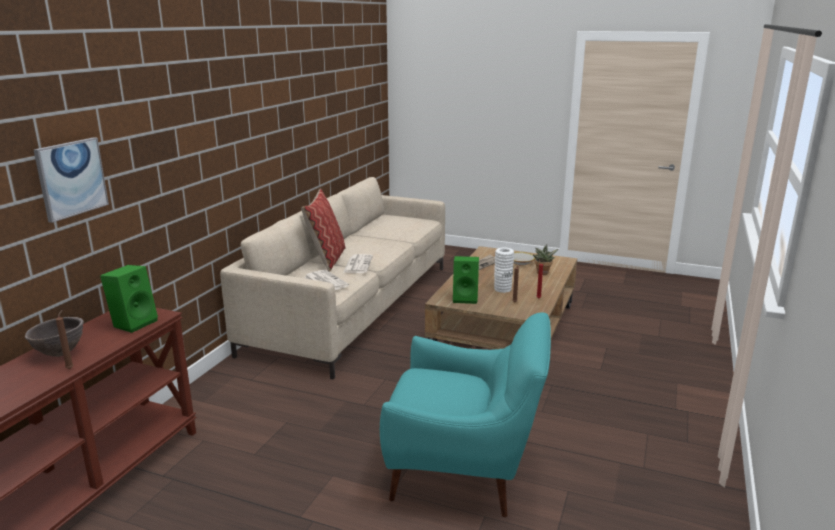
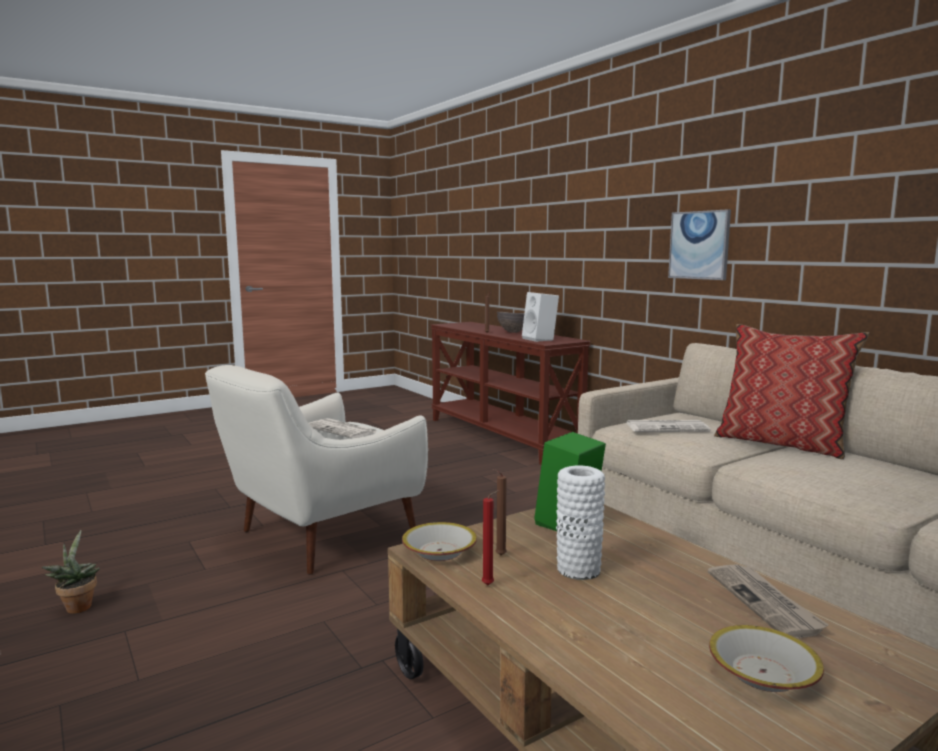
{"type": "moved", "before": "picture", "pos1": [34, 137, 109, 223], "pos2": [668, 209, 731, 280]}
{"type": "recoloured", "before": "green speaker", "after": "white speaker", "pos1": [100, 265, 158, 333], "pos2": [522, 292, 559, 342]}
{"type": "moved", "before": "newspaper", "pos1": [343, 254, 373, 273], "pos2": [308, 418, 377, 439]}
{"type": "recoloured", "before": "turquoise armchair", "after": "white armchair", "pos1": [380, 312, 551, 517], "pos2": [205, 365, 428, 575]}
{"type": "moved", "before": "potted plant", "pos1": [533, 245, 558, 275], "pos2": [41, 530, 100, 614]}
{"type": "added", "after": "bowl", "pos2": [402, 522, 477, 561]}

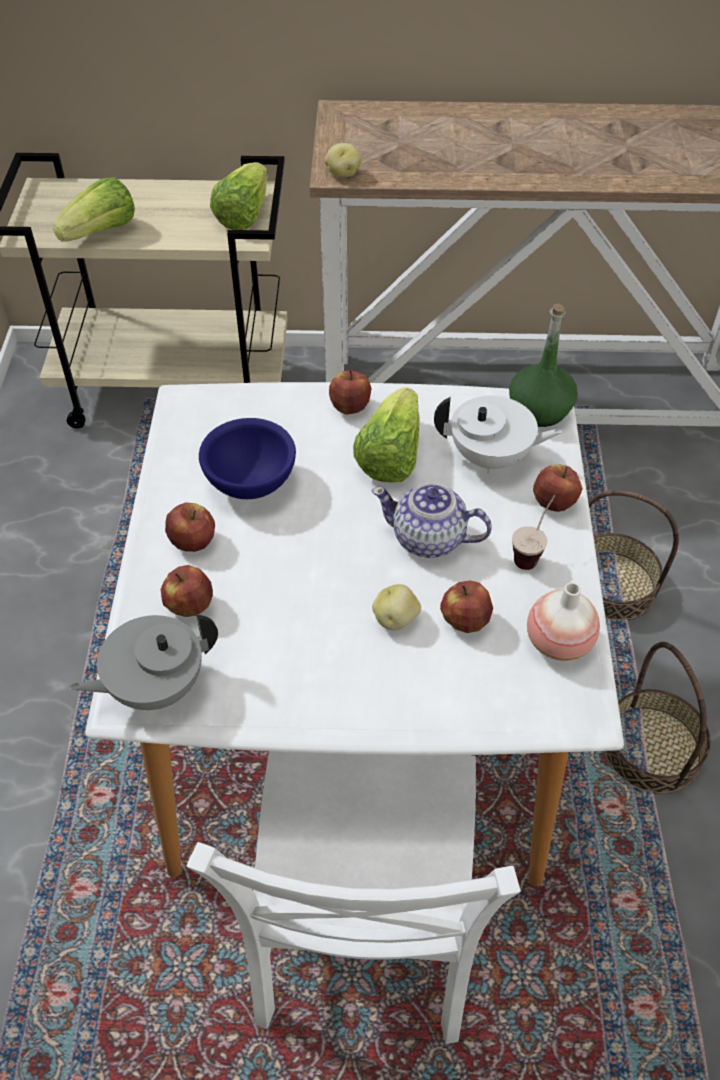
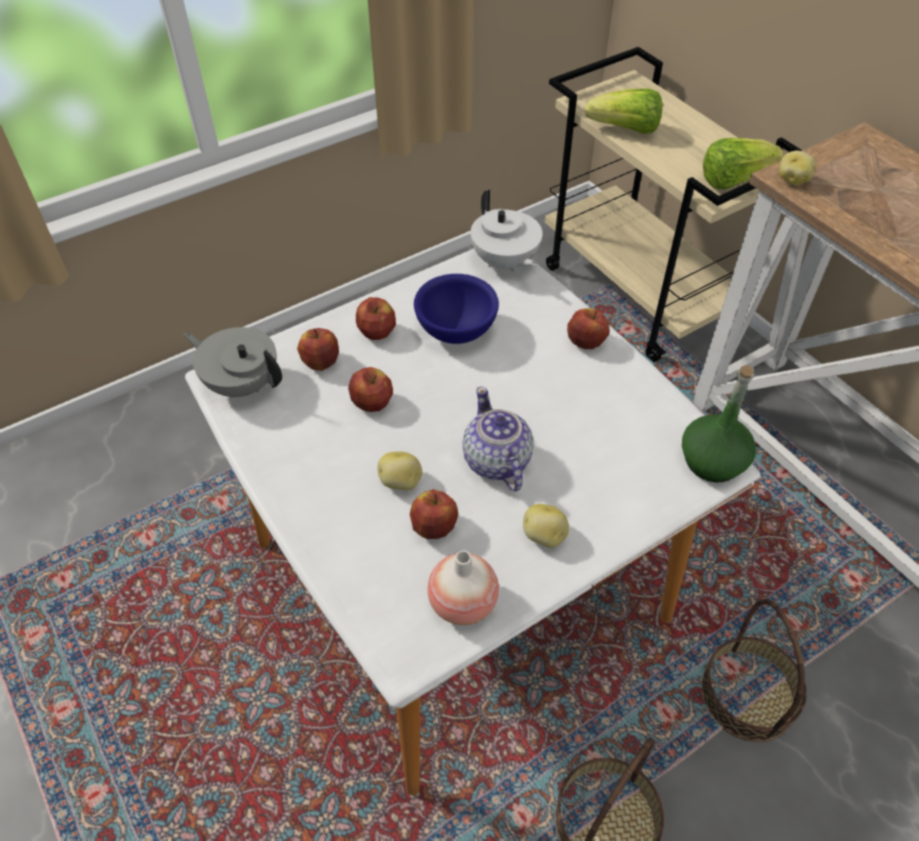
{"type": "removed", "before": "white chair", "pos1": [186, 751, 521, 1044]}
{"type": "removed", "before": "lettuce", "pos1": [353, 387, 420, 483]}
{"type": "moved", "before": "white teapot", "pos1": [434, 396, 563, 473], "pos2": [471, 190, 542, 273]}
{"type": "replaced", "before": "cup", "after": "potato", "pos1": [512, 495, 556, 570], "pos2": [523, 504, 569, 548]}
{"type": "moved", "before": "apple", "pos1": [533, 464, 583, 512], "pos2": [348, 367, 393, 412]}

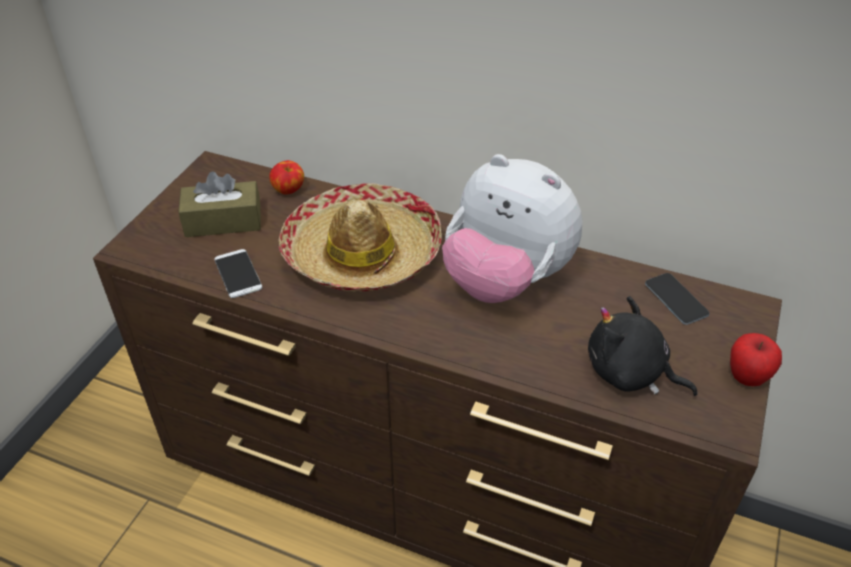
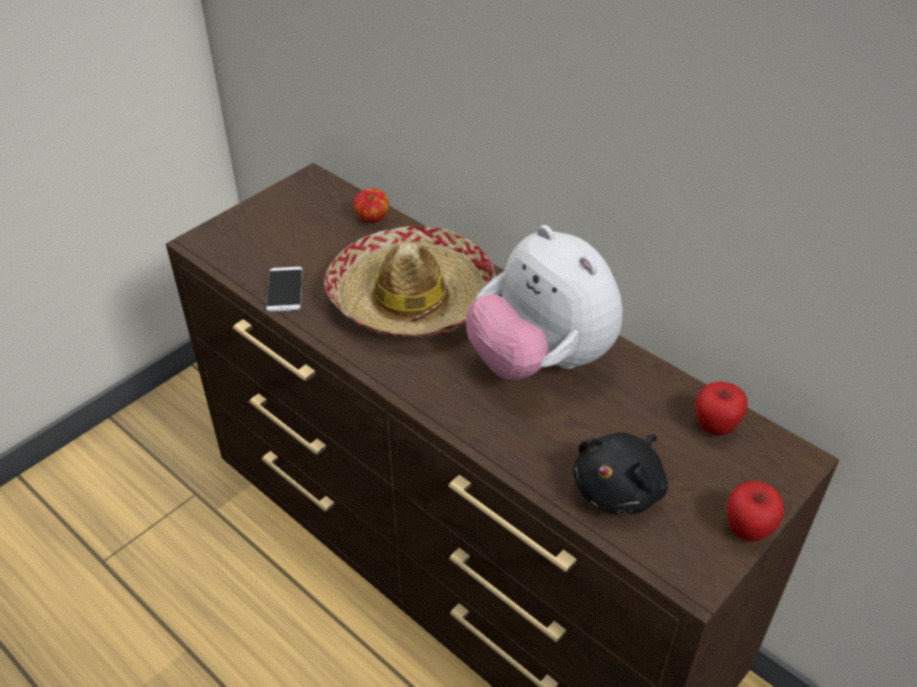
{"type": "removed", "before": "brown tissue box", "pos1": [178, 171, 261, 237]}
{"type": "turned", "before": "black plush toy", "pos1": [588, 296, 698, 396], "pos2": [573, 433, 668, 514], "turn": -105}
{"type": "replaced", "before": "phone", "after": "apple", "pos1": [645, 273, 709, 325], "pos2": [695, 381, 748, 435]}

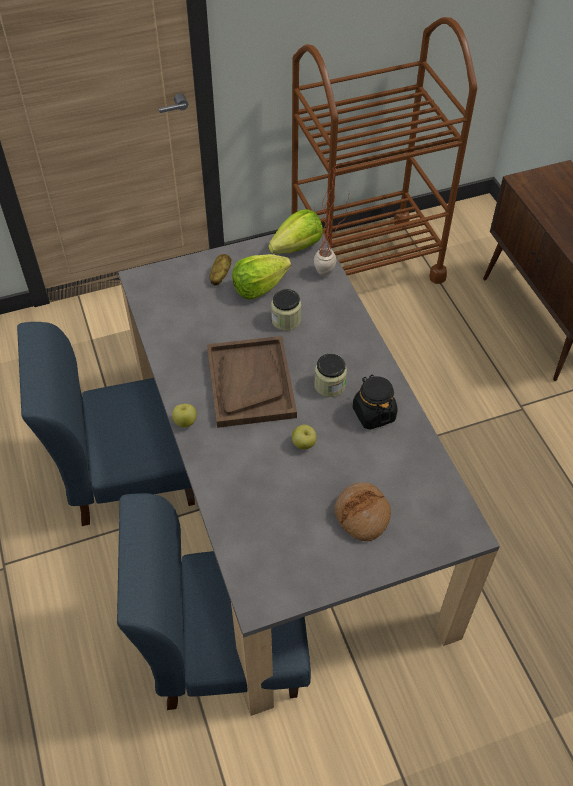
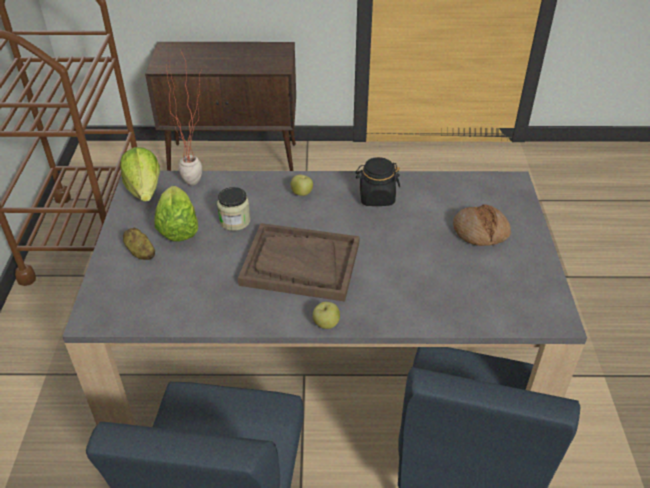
{"type": "moved", "before": "apple", "pos1": [292, 425, 317, 450], "pos2": [291, 175, 313, 196]}
{"type": "removed", "before": "jar", "pos1": [314, 354, 347, 397]}

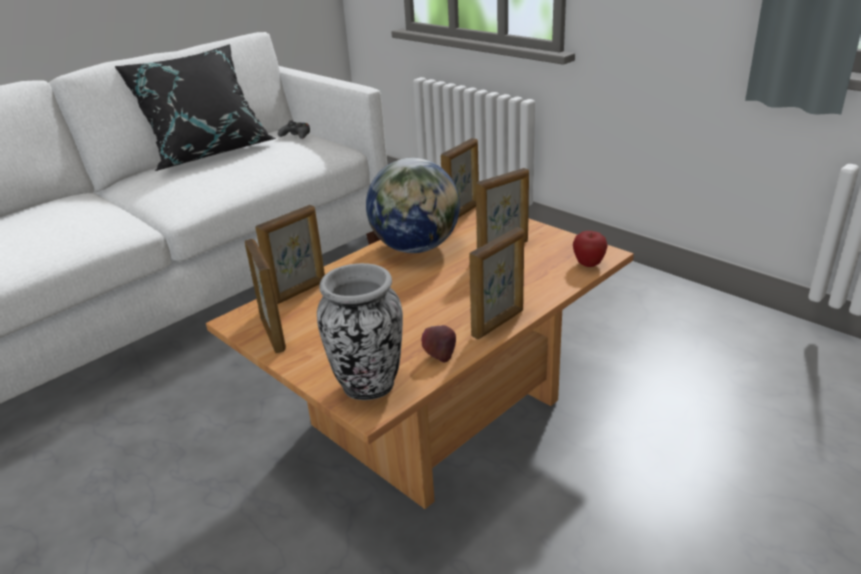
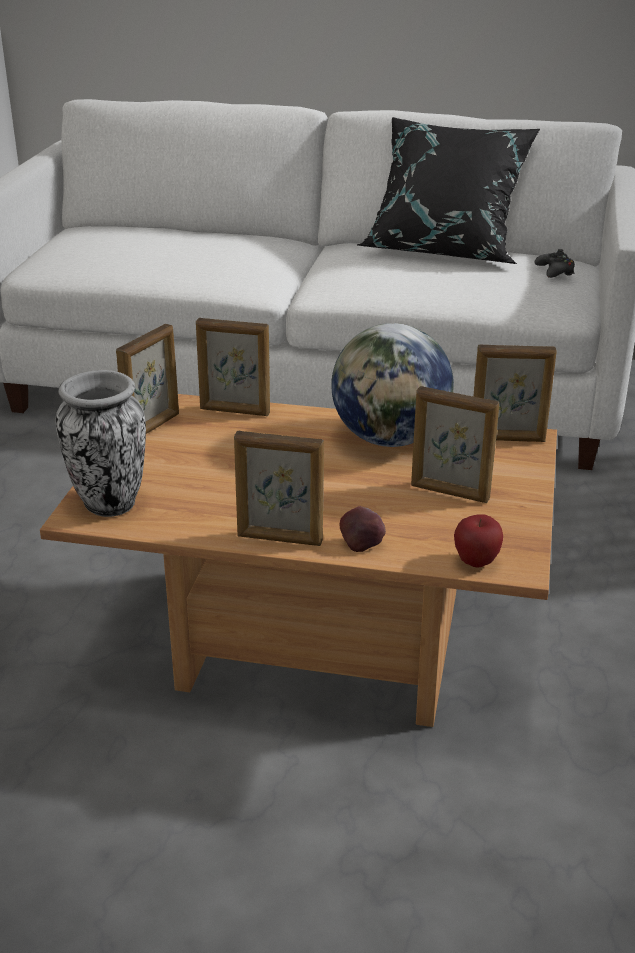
{"type": "moved", "before": "apple", "pos1": [421, 325, 456, 363], "pos2": [339, 506, 386, 552]}

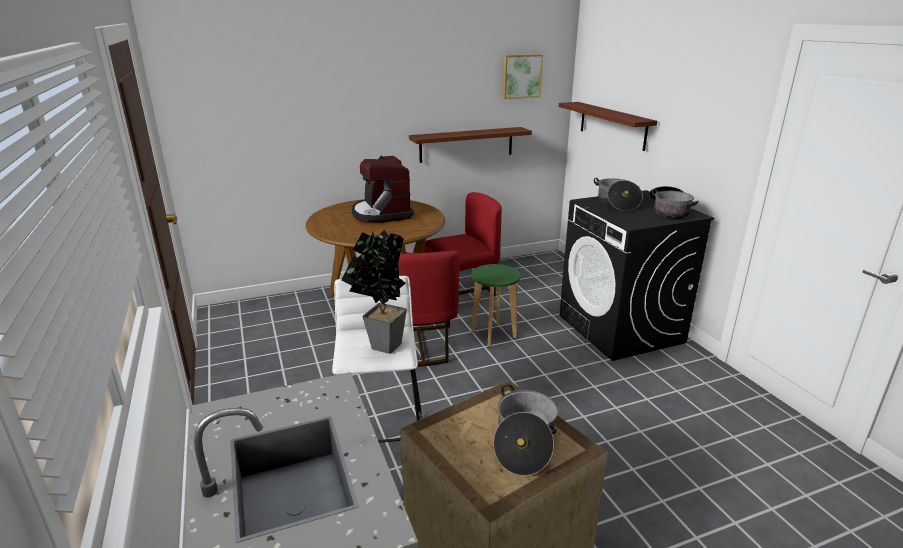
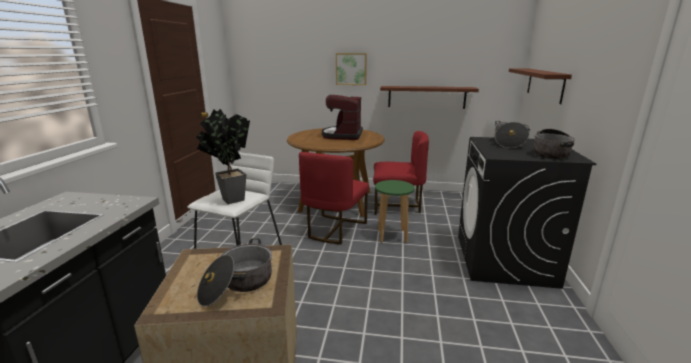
{"type": "moved", "before": "picture", "pos1": [502, 54, 543, 99], "pos2": [336, 53, 367, 85]}

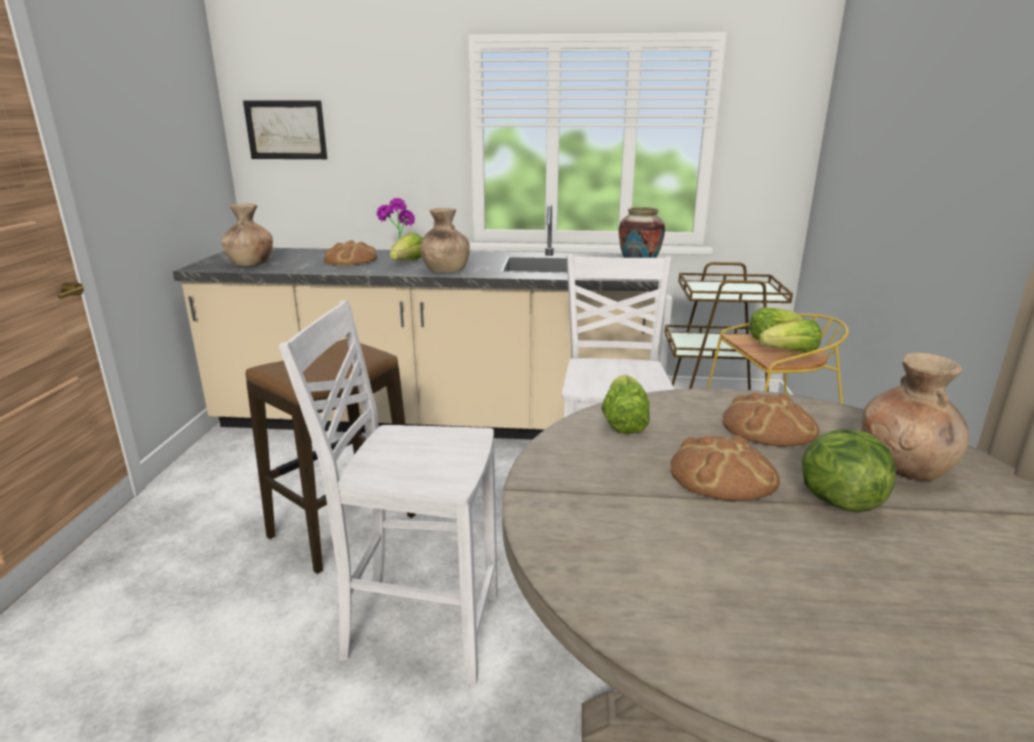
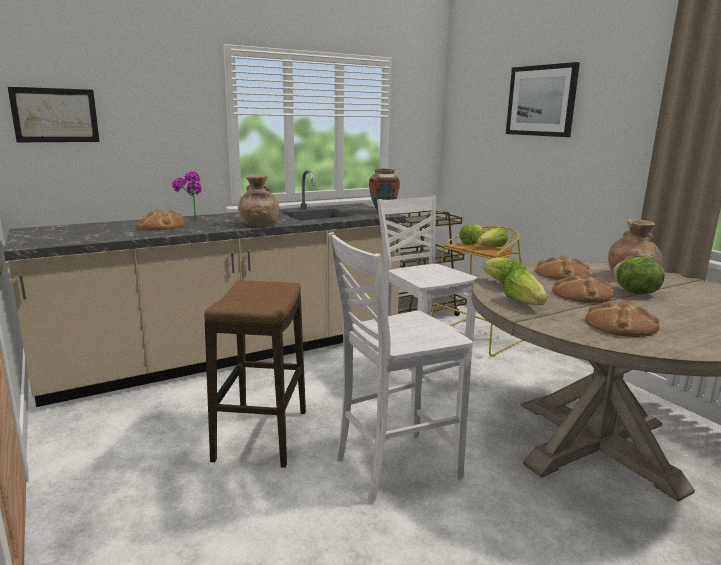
{"type": "removed", "before": "brown vase", "pos1": [221, 203, 273, 266]}
{"type": "moved", "before": "lettuce", "pos1": [390, 232, 423, 260], "pos2": [503, 269, 547, 305]}
{"type": "added", "after": "picture", "pos2": [506, 62, 580, 137]}
{"type": "added", "after": "bread", "pos2": [585, 300, 660, 337]}

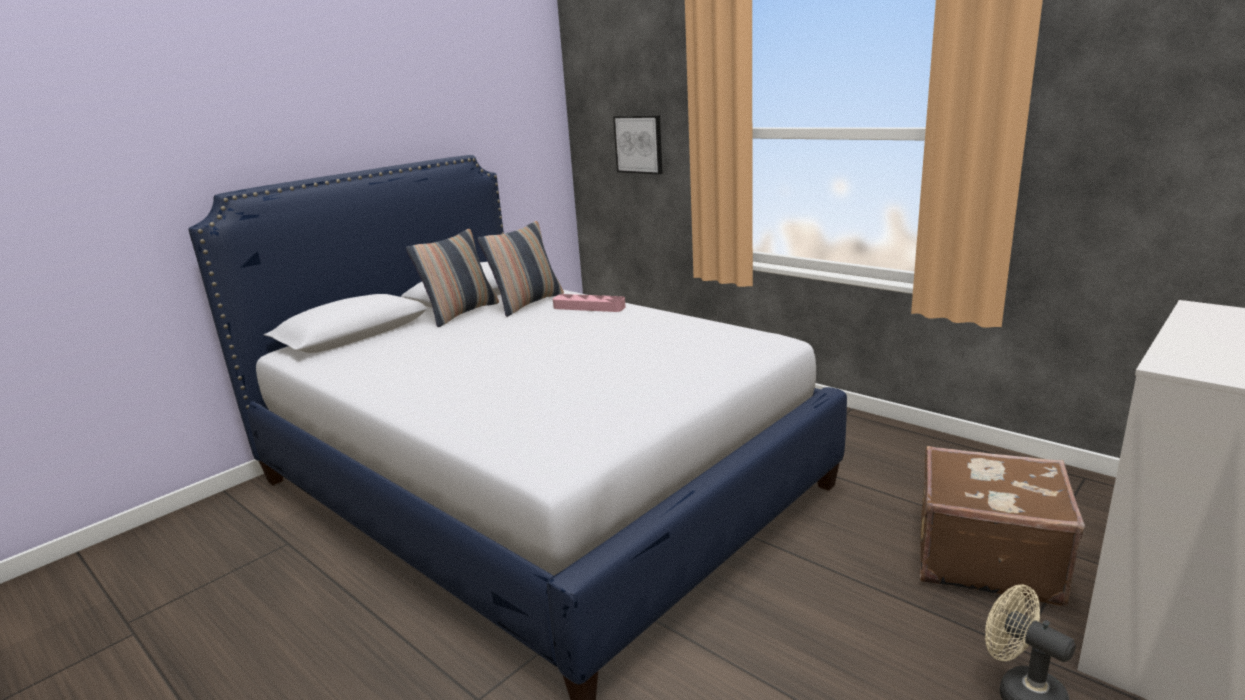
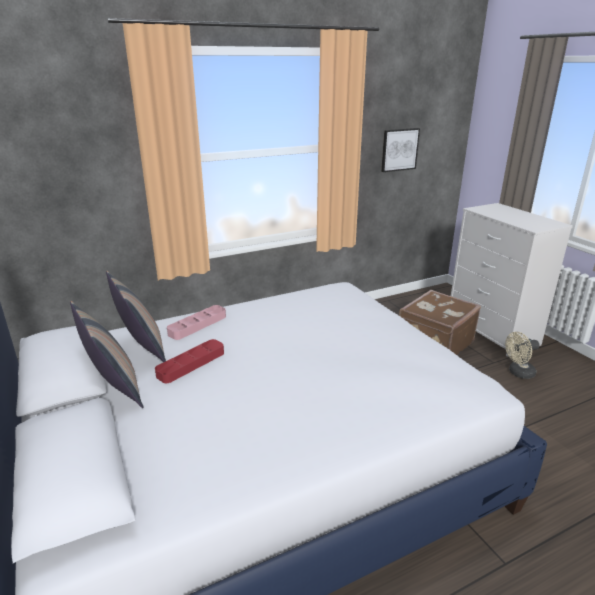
{"type": "moved", "before": "picture", "pos1": [613, 115, 663, 174], "pos2": [381, 128, 420, 172]}
{"type": "added", "after": "red tray", "pos2": [155, 339, 224, 383]}

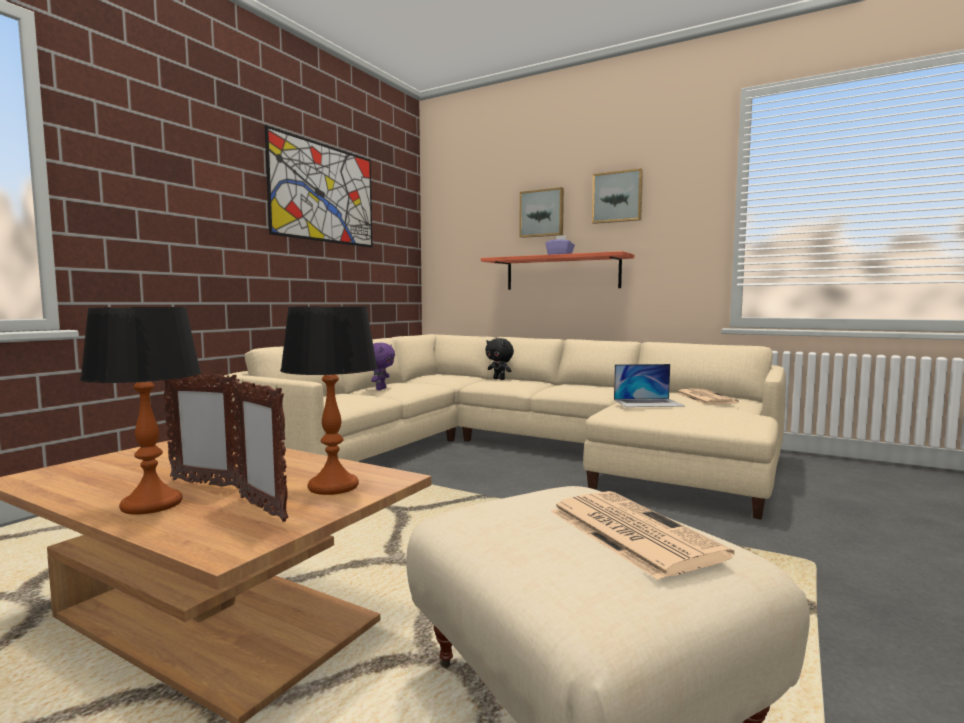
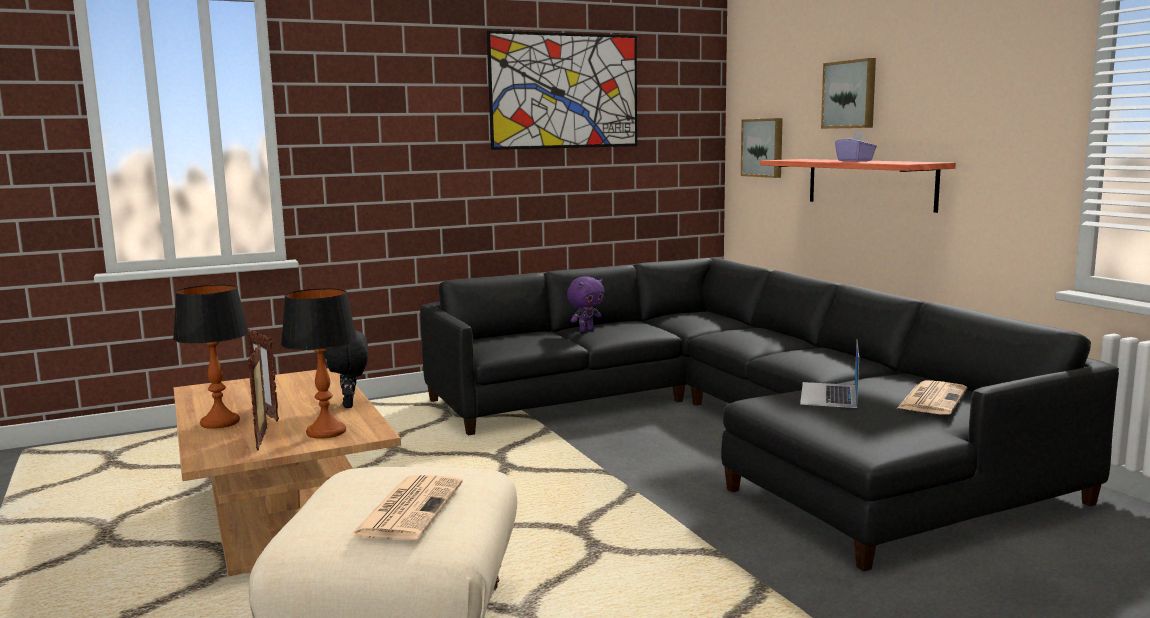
{"type": "recoloured", "before": "beige sofa", "after": "black sofa", "pos1": [224, 334, 786, 520], "pos2": [420, 258, 1119, 571]}
{"type": "moved", "before": "black plush toy", "pos1": [485, 338, 514, 380], "pos2": [324, 330, 368, 408]}
{"type": "moved", "before": "picture", "pos1": [592, 168, 643, 224], "pos2": [741, 118, 783, 178]}
{"type": "turned", "before": "laptop", "pos1": [614, 364, 685, 407], "pos2": [800, 341, 859, 408], "turn": 75}

